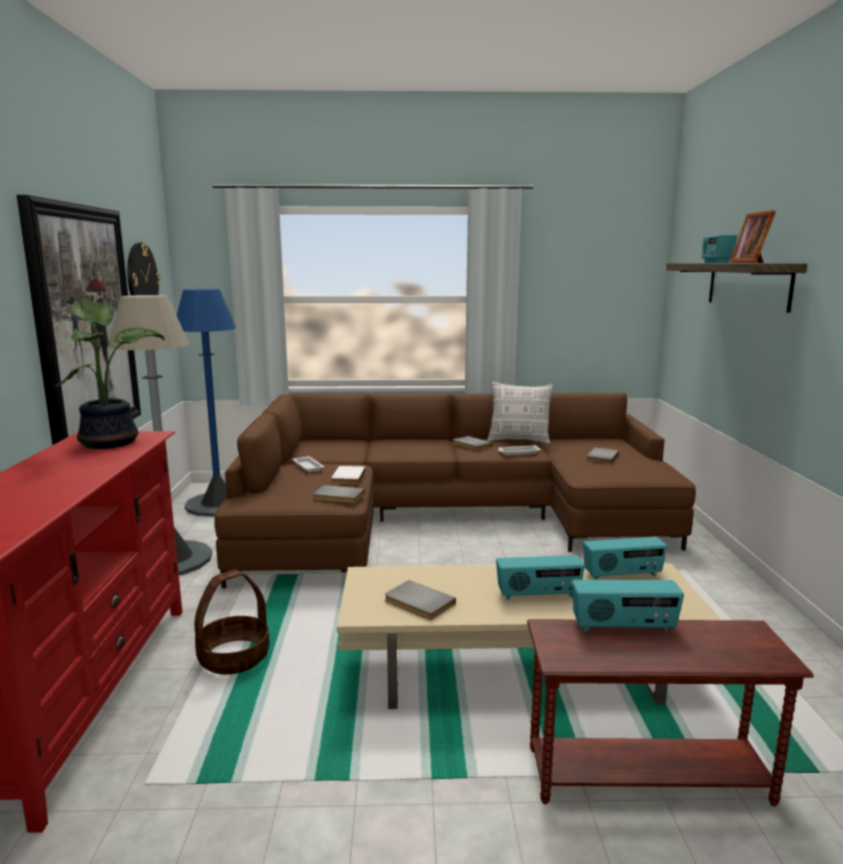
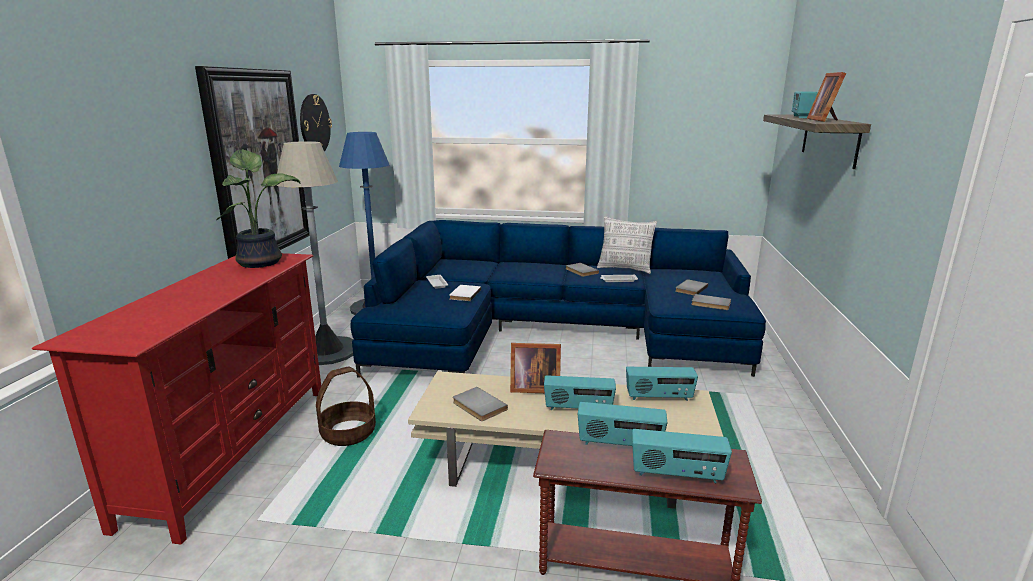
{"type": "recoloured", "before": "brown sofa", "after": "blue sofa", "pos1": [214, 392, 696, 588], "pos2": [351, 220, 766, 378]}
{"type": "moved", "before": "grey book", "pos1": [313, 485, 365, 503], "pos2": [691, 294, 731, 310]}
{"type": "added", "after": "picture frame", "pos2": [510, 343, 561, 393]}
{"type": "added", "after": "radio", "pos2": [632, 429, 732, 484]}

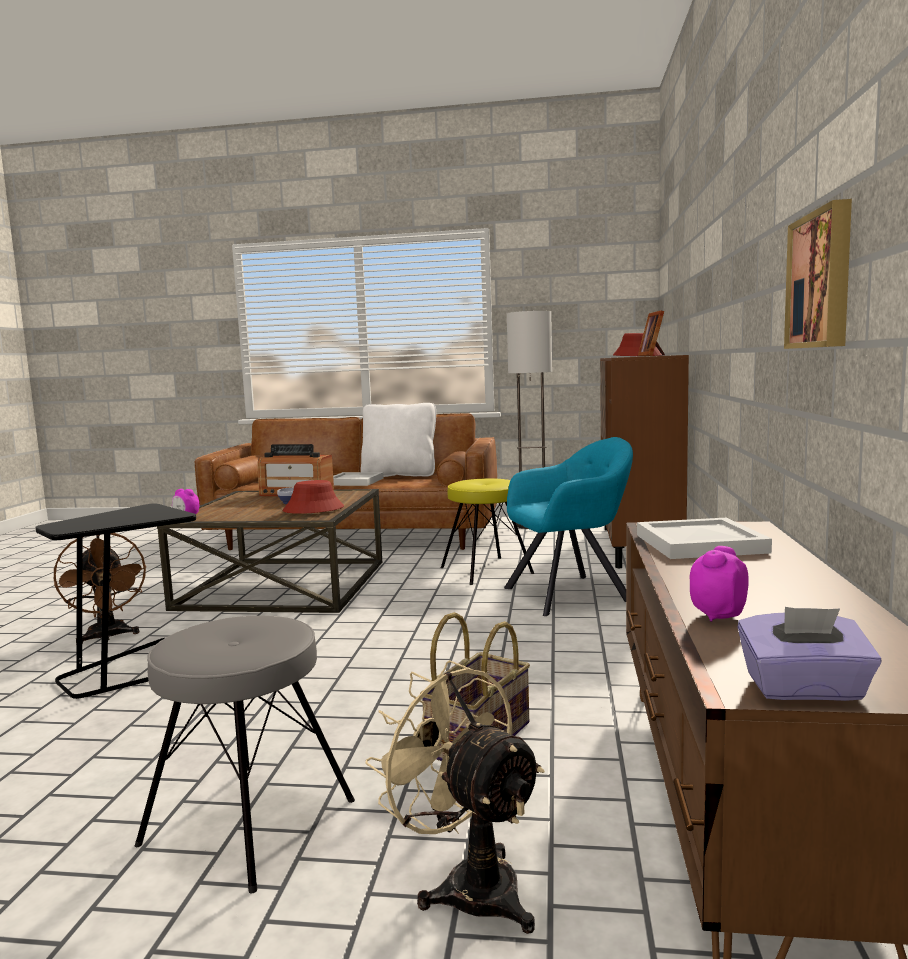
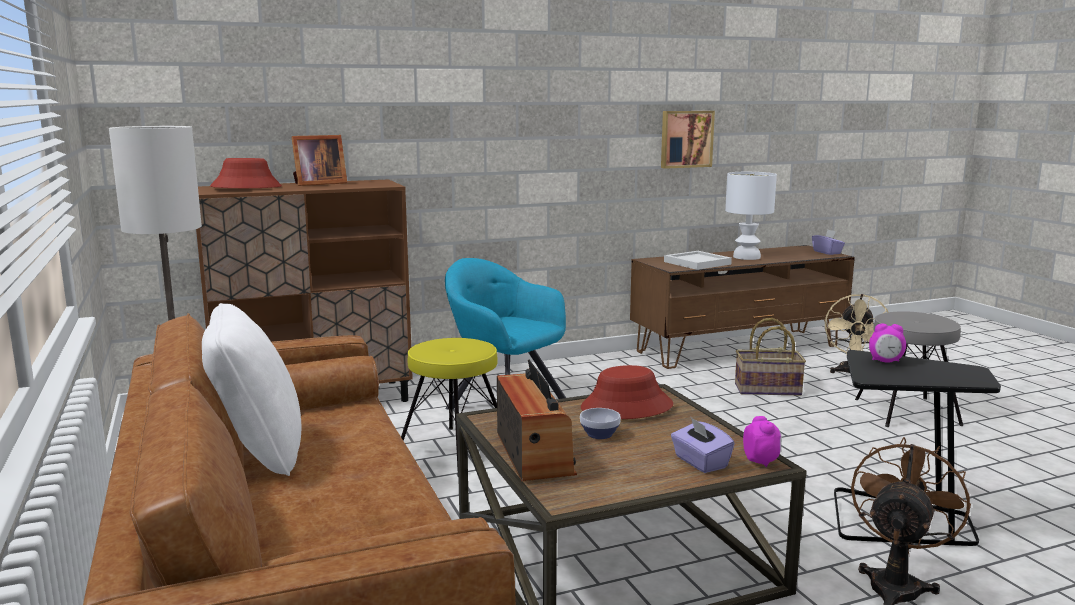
{"type": "removed", "before": "white tray", "pos1": [333, 472, 384, 486]}
{"type": "moved", "before": "alarm clock", "pos1": [690, 546, 749, 622], "pos2": [869, 324, 906, 363]}
{"type": "added", "after": "purple tissue box", "pos2": [671, 417, 735, 473]}
{"type": "added", "after": "white table lamp", "pos2": [725, 172, 777, 260]}

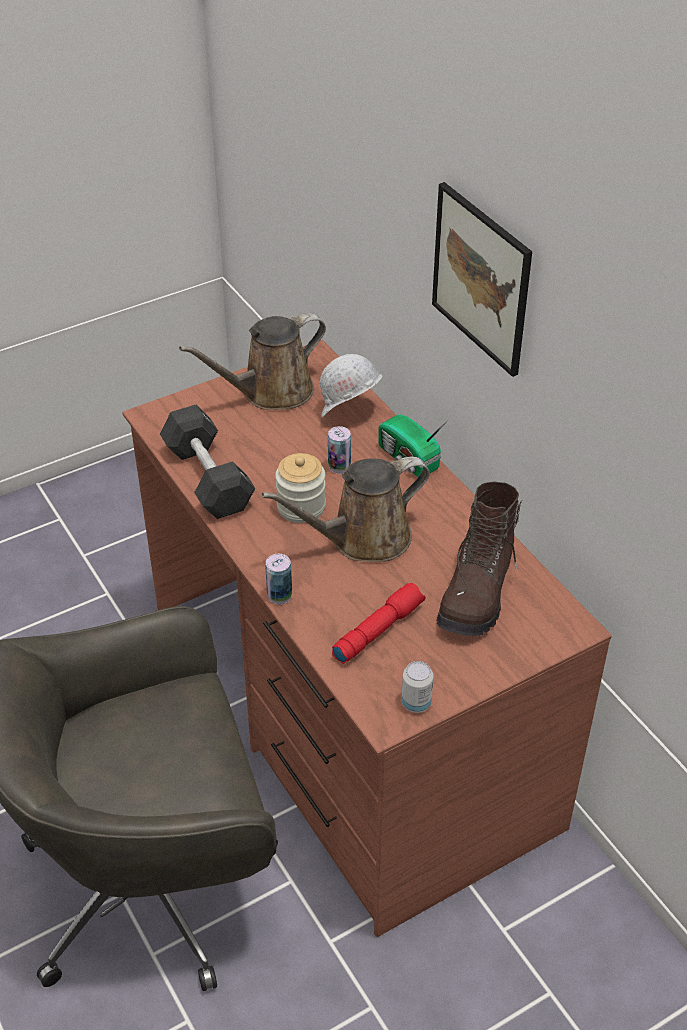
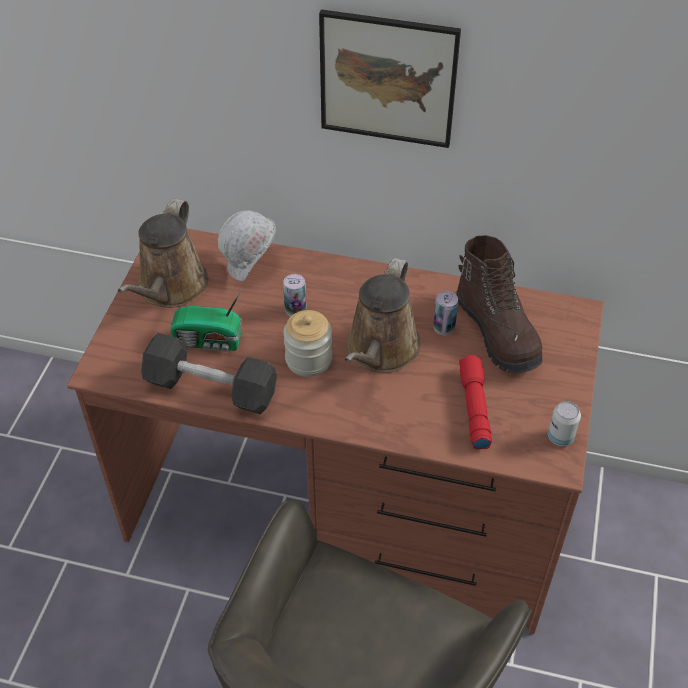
{"type": "moved", "before": "can", "pos1": [265, 554, 292, 604], "pos2": [433, 291, 458, 335]}
{"type": "moved", "before": "radio", "pos1": [378, 415, 448, 477], "pos2": [170, 289, 242, 352]}

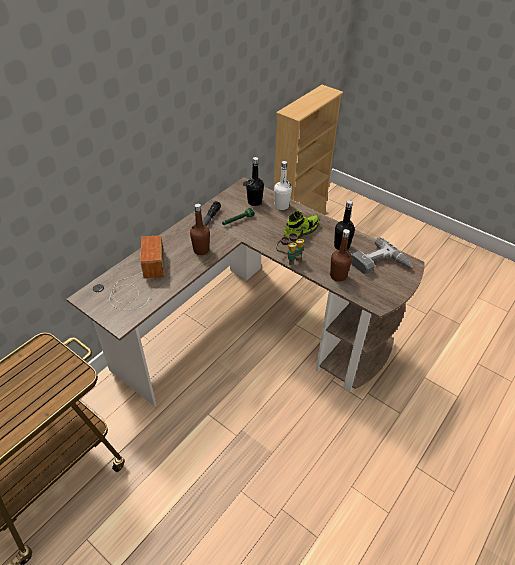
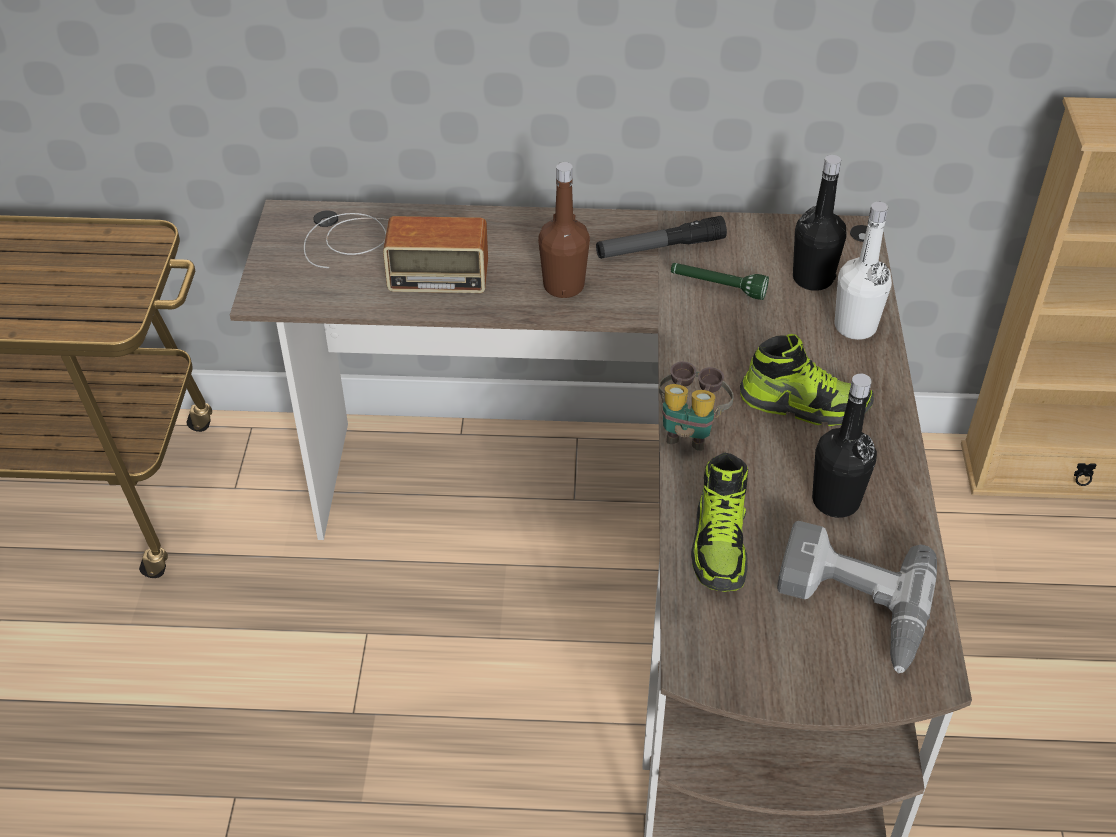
{"type": "turned", "before": "radio", "pos1": [109, 235, 164, 310], "pos2": [304, 213, 488, 293], "turn": 45}
{"type": "replaced", "before": "brown bottle", "after": "shoe", "pos1": [330, 229, 352, 282], "pos2": [691, 452, 748, 592]}

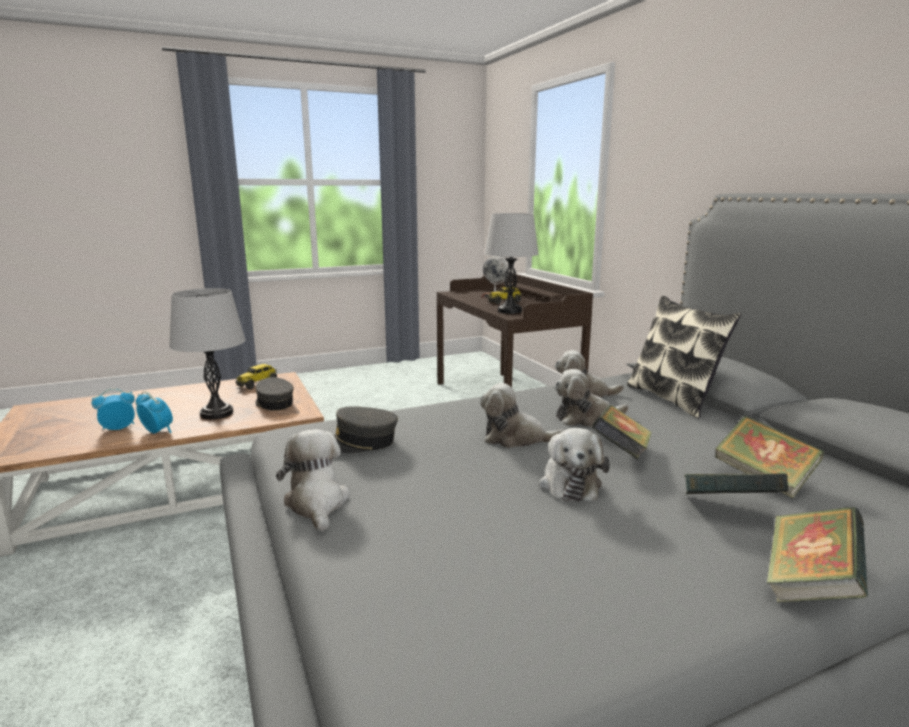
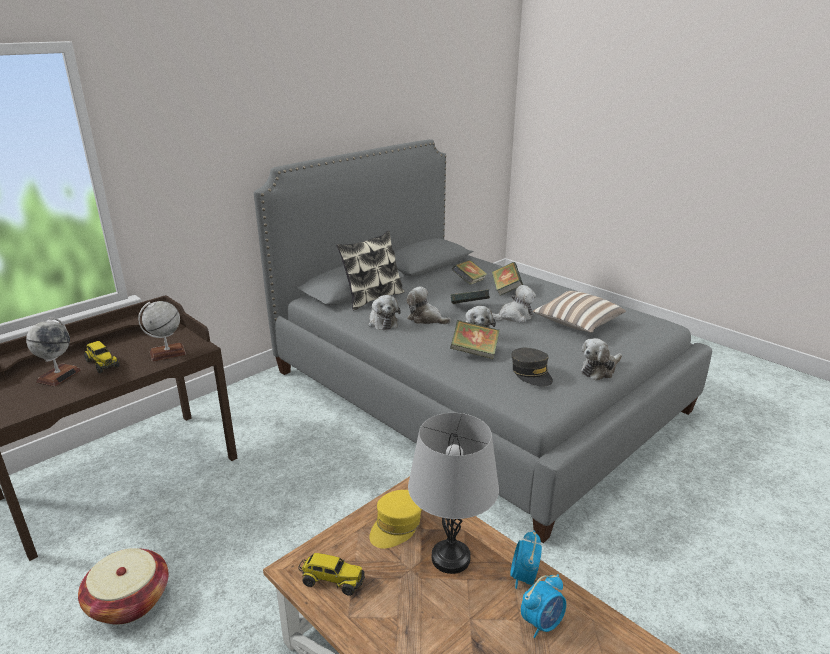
{"type": "turned", "before": "alarm clock", "pos1": [92, 388, 135, 430], "pos2": [521, 574, 566, 638], "turn": -75}
{"type": "recoloured", "before": "grey cap", "after": "yellow cap", "pos1": [256, 377, 294, 411], "pos2": [369, 490, 422, 548]}
{"type": "replaced", "before": "grey table lamp", "after": "globe", "pos1": [484, 213, 539, 314], "pos2": [138, 301, 186, 362]}
{"type": "turned", "before": "plush toy", "pos1": [554, 369, 629, 427], "pos2": [406, 286, 451, 324], "turn": 150}
{"type": "moved", "before": "book", "pos1": [767, 507, 868, 603], "pos2": [450, 320, 500, 359]}
{"type": "added", "after": "basket", "pos2": [78, 548, 168, 625]}
{"type": "added", "after": "pillow", "pos2": [533, 291, 626, 333]}

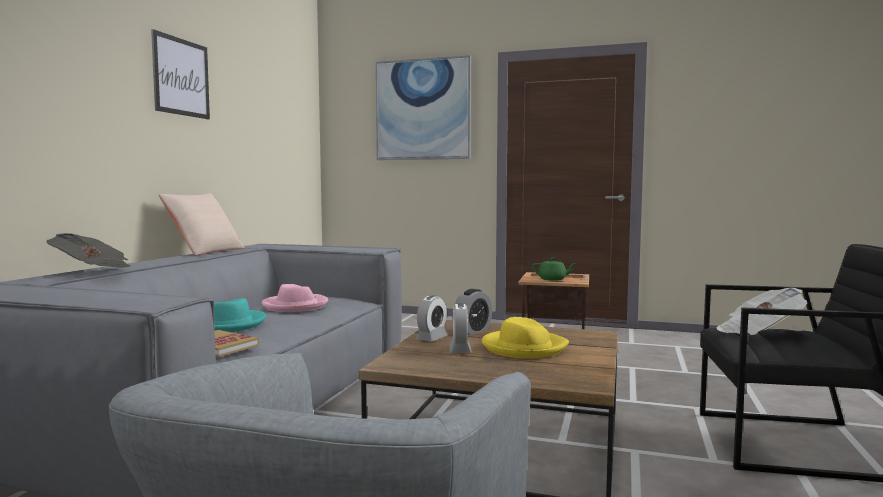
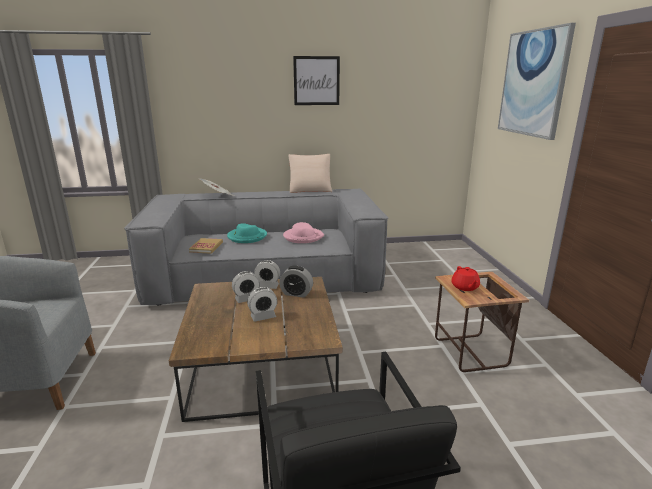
{"type": "replaced", "before": "yellow hat", "after": "alarm clock", "pos1": [482, 317, 569, 358], "pos2": [247, 287, 277, 322]}
{"type": "recoloured", "before": "green teapot", "after": "red teapot", "pos1": [532, 258, 577, 281], "pos2": [452, 266, 480, 291]}
{"type": "removed", "before": "newspaper", "pos1": [716, 288, 807, 335]}

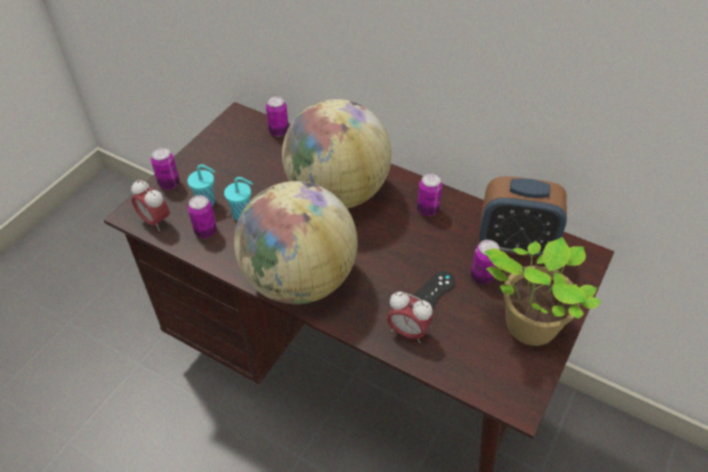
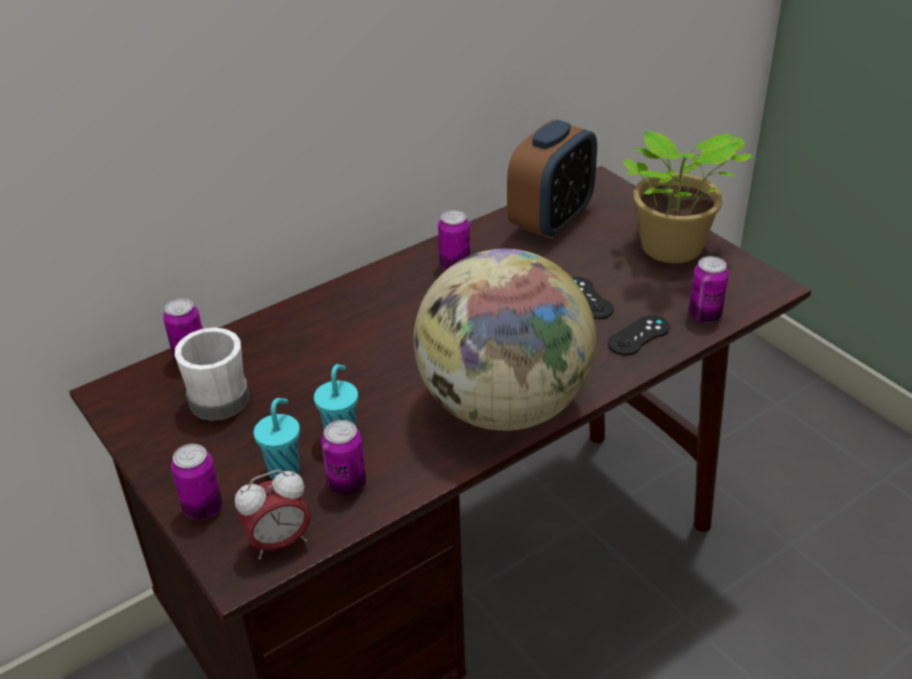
{"type": "removed", "before": "globe", "pos1": [282, 99, 392, 209]}
{"type": "replaced", "before": "alarm clock", "after": "black game controller", "pos1": [387, 292, 433, 343], "pos2": [608, 315, 670, 355]}
{"type": "moved", "before": "can", "pos1": [471, 240, 500, 284], "pos2": [689, 256, 729, 323]}
{"type": "added", "after": "white mug", "pos2": [175, 327, 249, 421]}

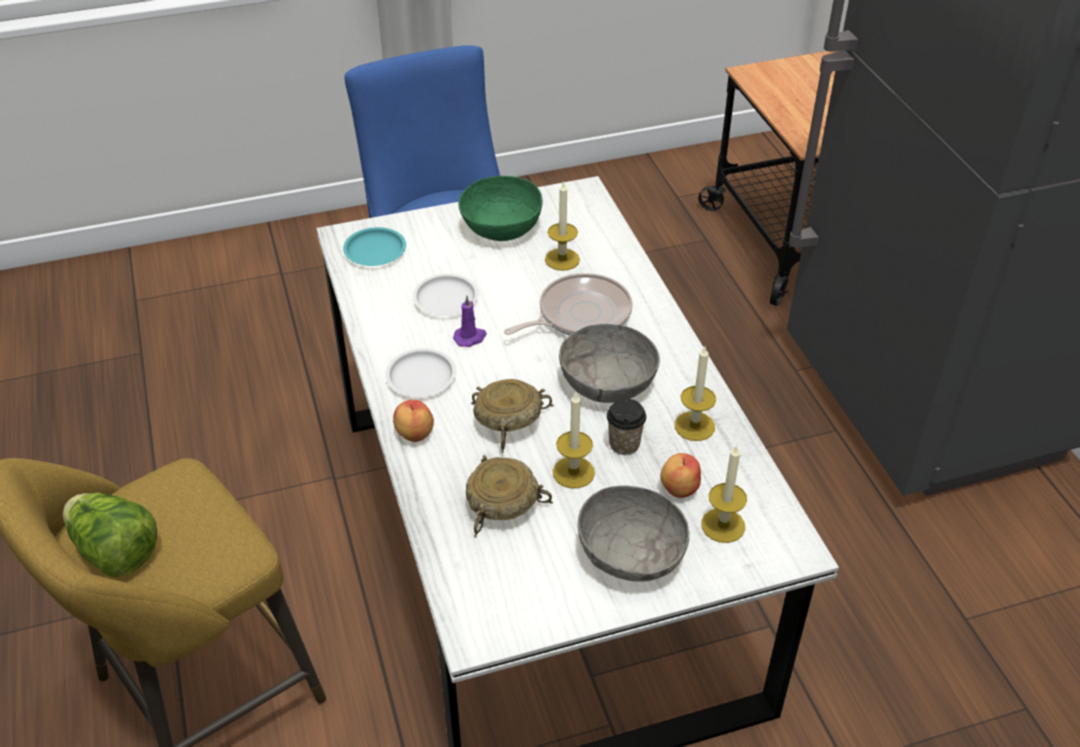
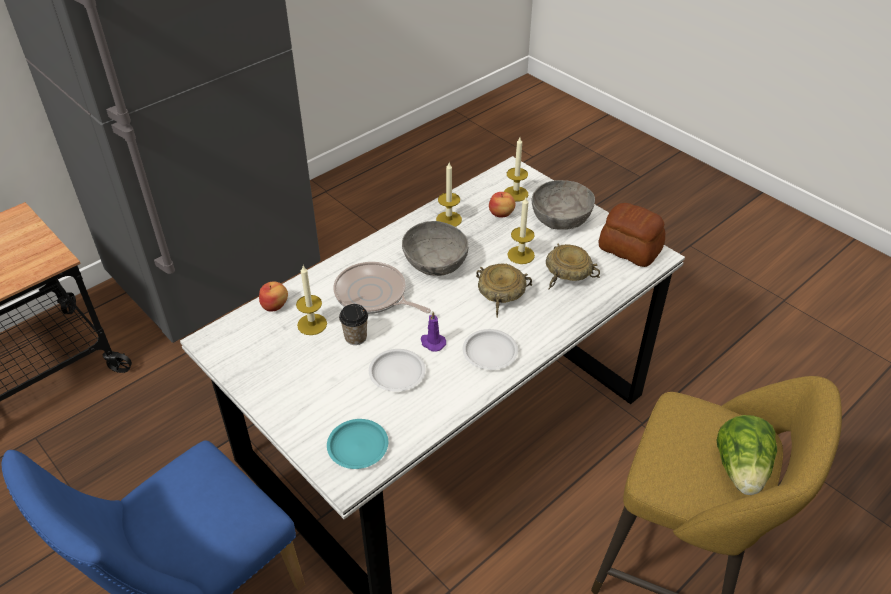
{"type": "moved", "before": "apple", "pos1": [393, 400, 434, 442], "pos2": [259, 282, 288, 312]}
{"type": "removed", "before": "green bowl", "pos1": [458, 176, 543, 241]}
{"type": "moved", "before": "cup", "pos1": [607, 399, 646, 455], "pos2": [339, 304, 368, 345]}
{"type": "added", "after": "bread", "pos2": [598, 203, 665, 267]}

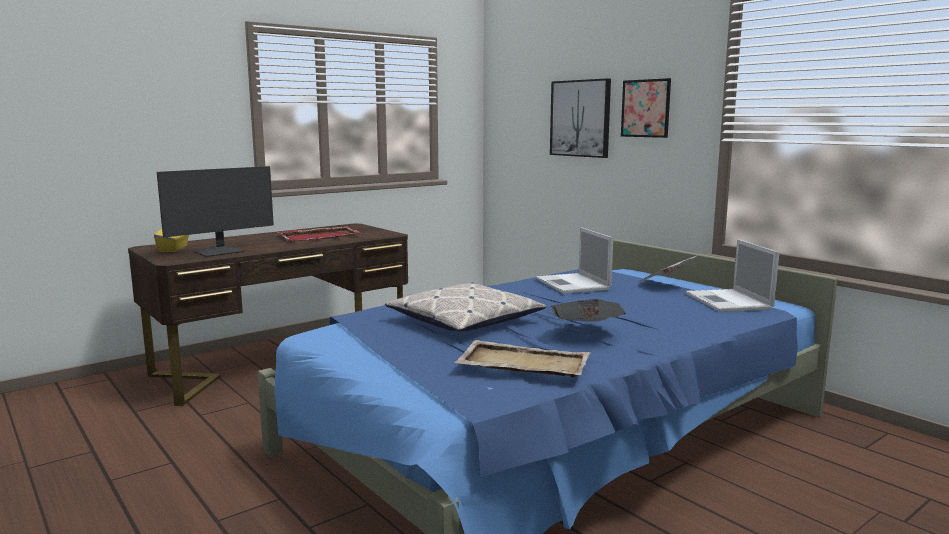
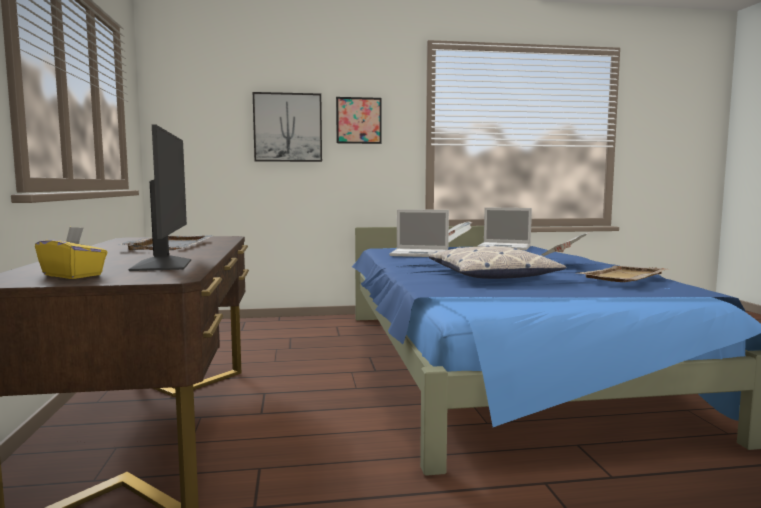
{"type": "recoloured", "before": "red tray", "after": "grey tray", "pos1": [278, 226, 361, 241], "pos2": [118, 235, 213, 250]}

